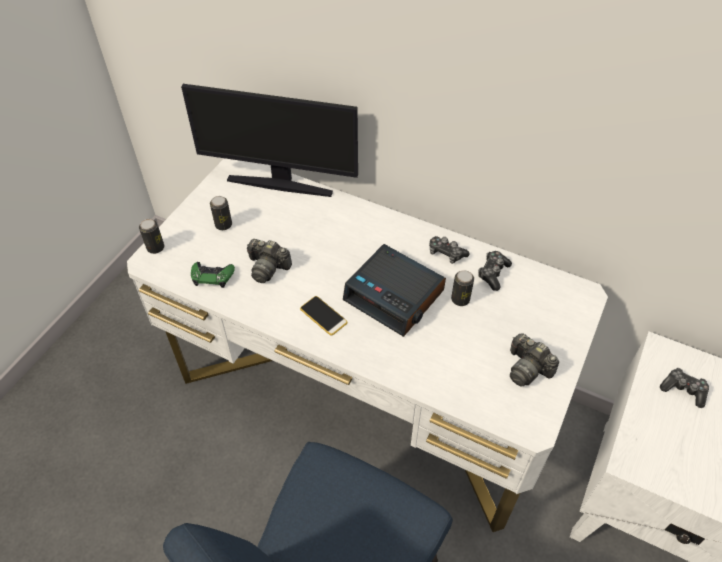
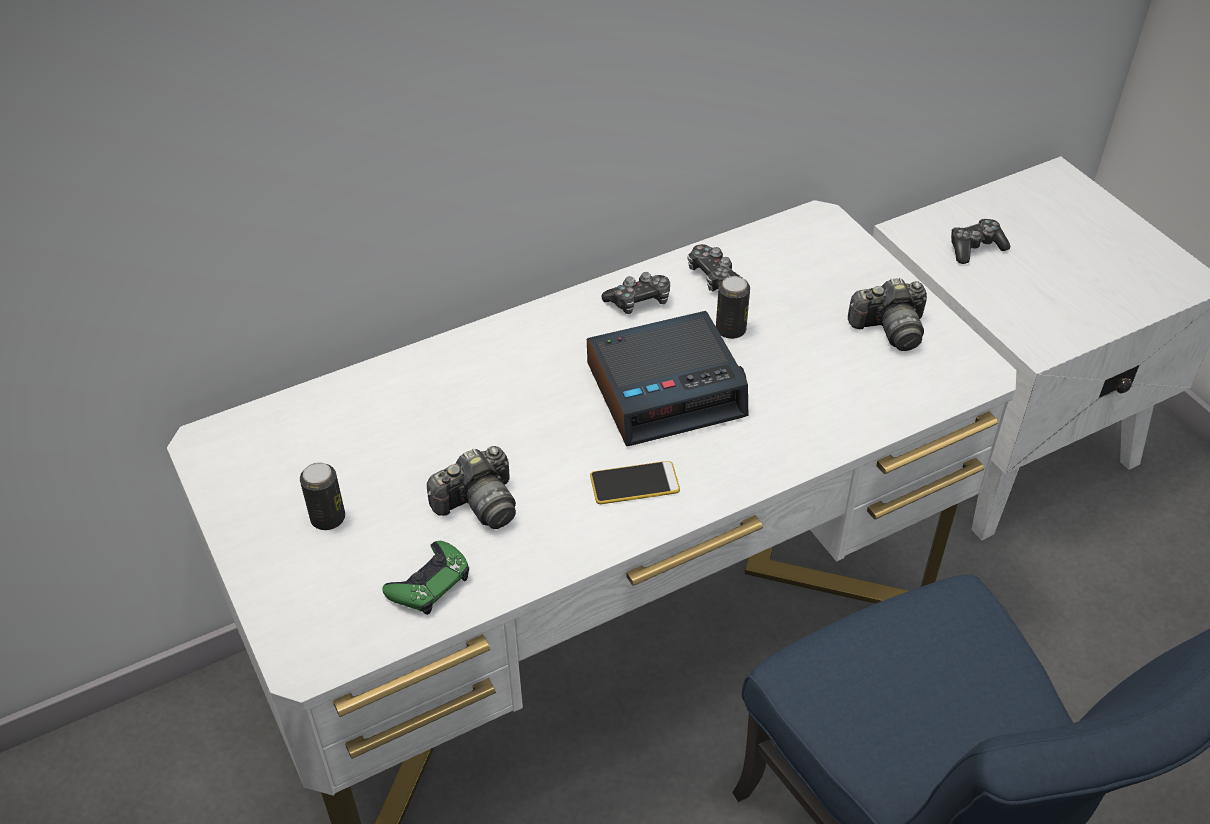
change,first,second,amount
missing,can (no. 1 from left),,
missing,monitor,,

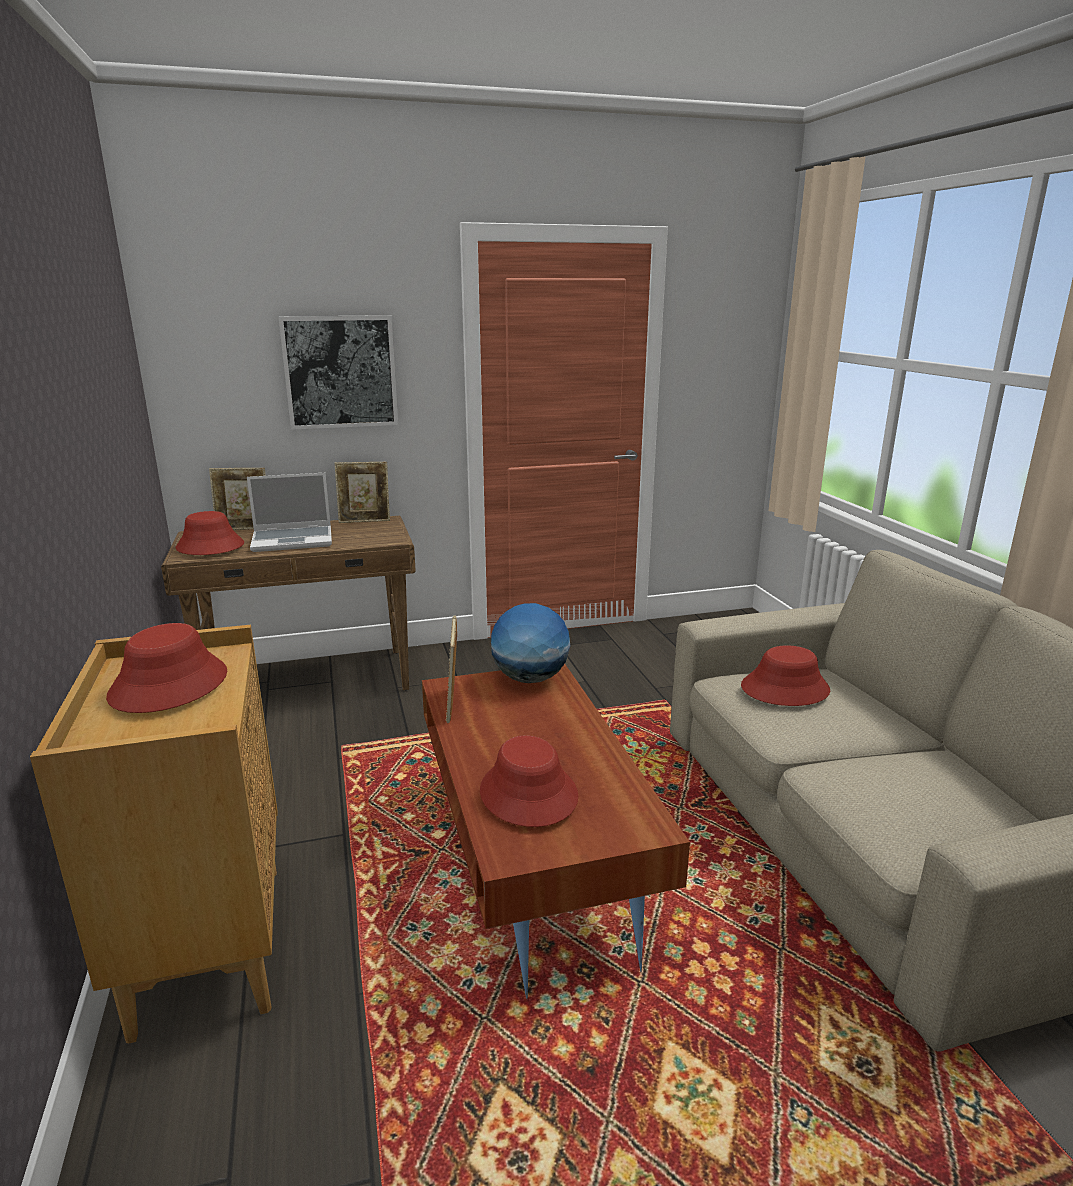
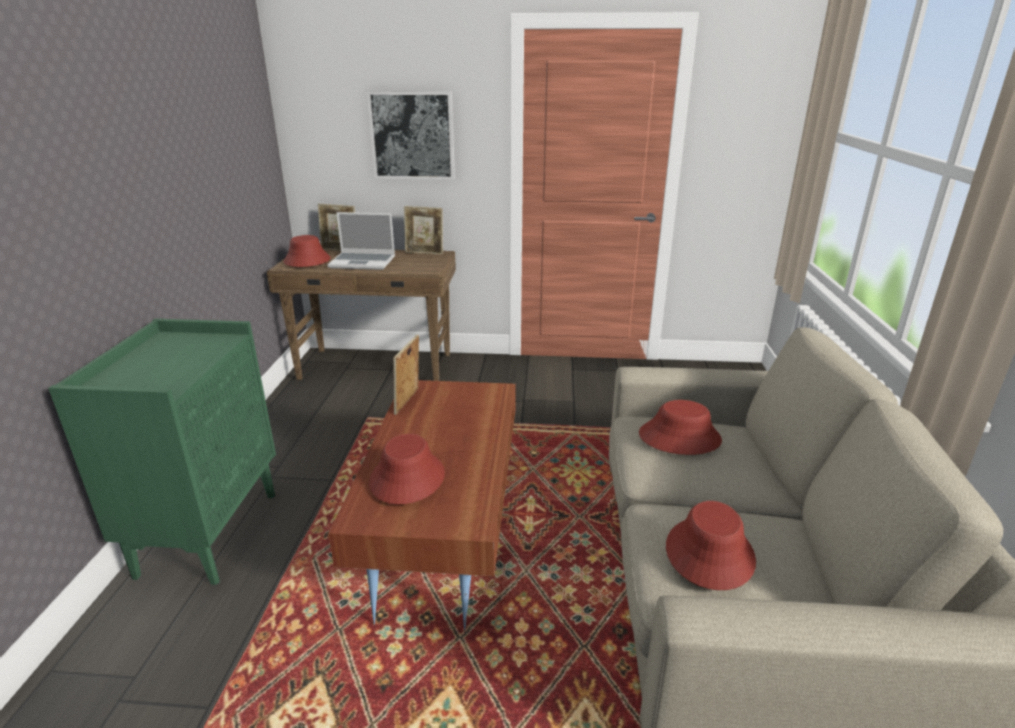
change,first,second,amount
missing,globe,,
relocated,hat (red) (no. 1 from left in the first image),hat (red) (no. 4 from left),
colour,cabinet (brown),cabinet (green),

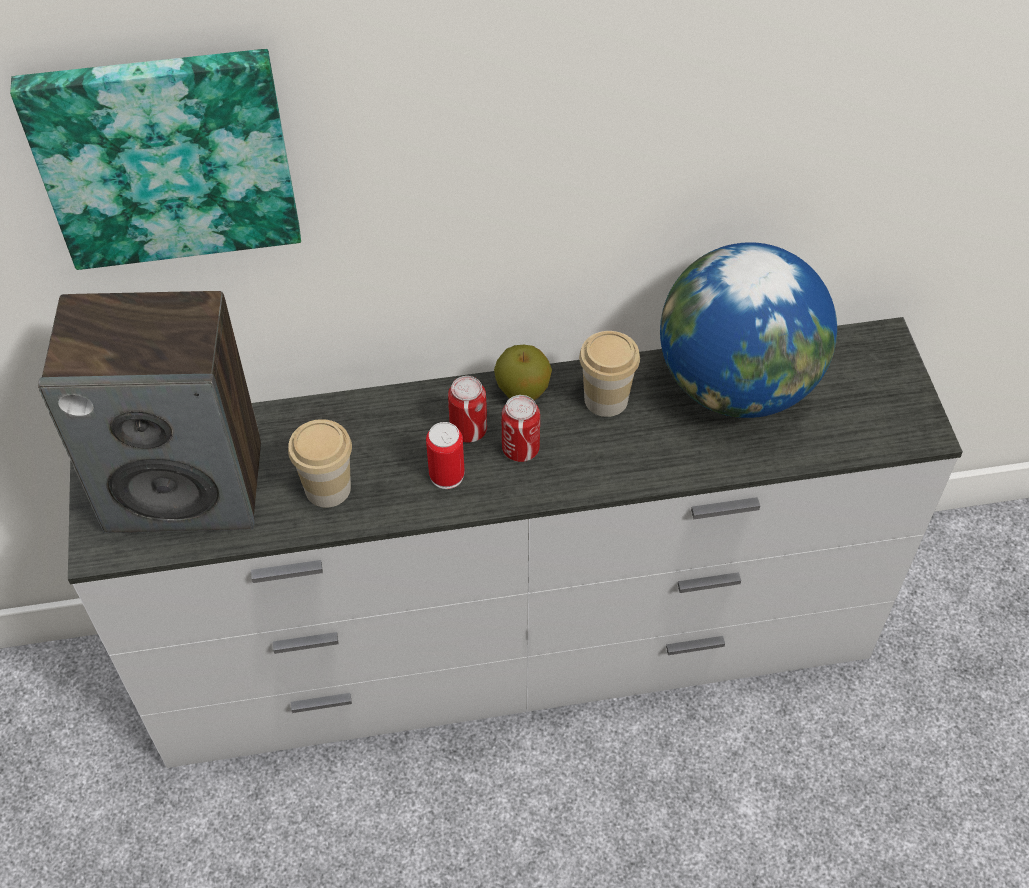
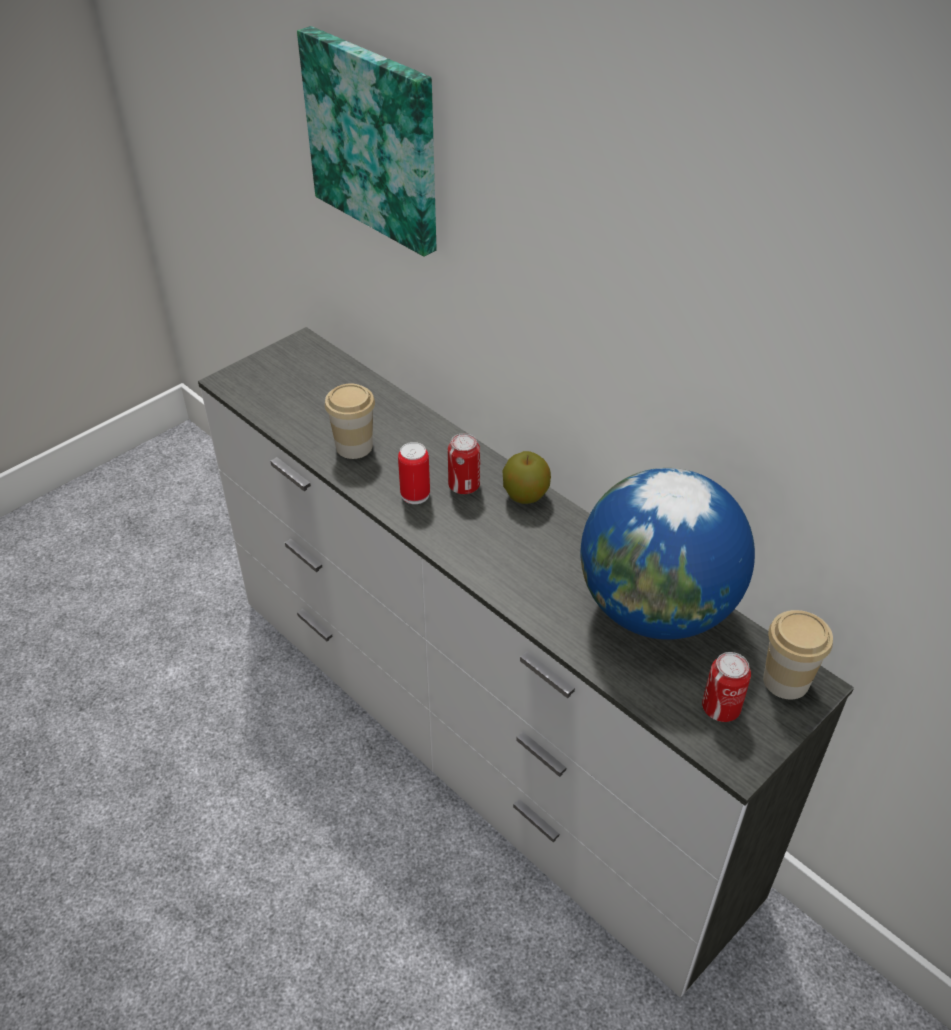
change,first,second,amount
missing,speaker,,
relocated,can (no. 3 from left),,
relocated,cup (no. 2 from left),,

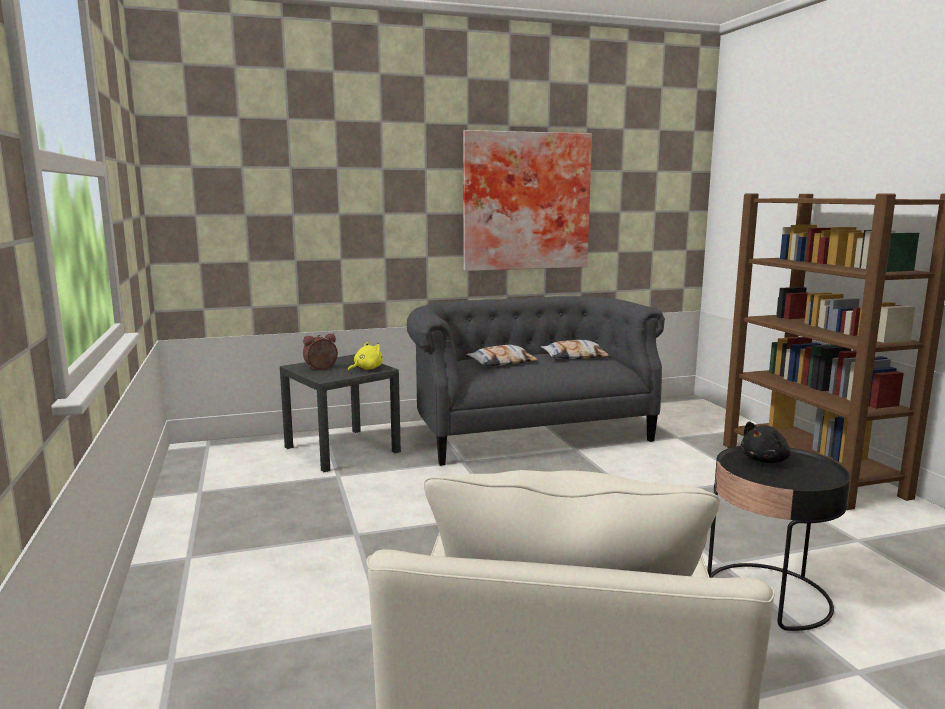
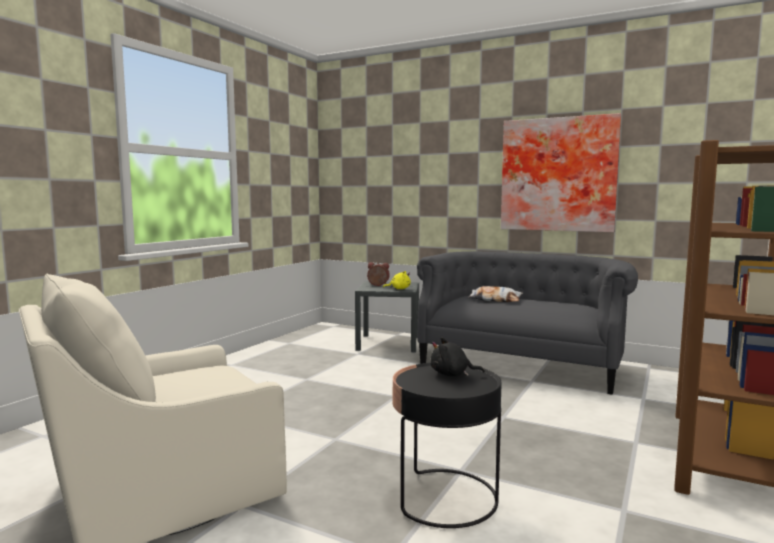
change,first,second,amount
missing,pillow (no. 2 from left),,

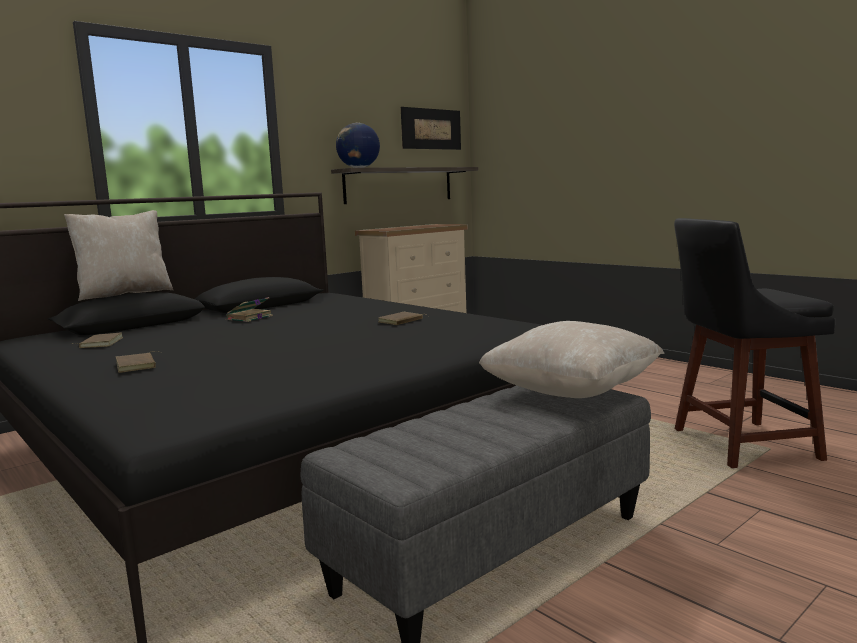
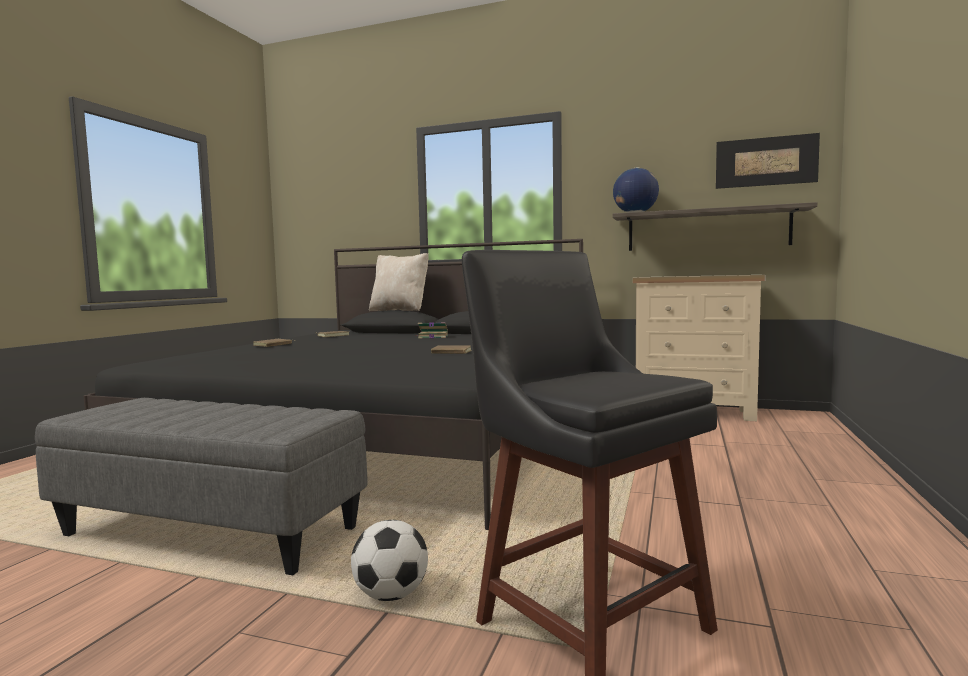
change,first,second,amount
missing,pillow (beige) (no. 2 from left),,
appeared,,football,

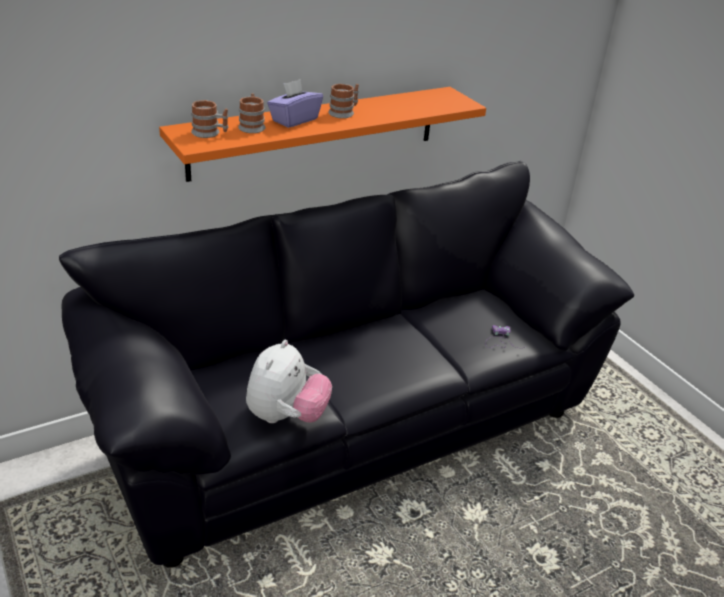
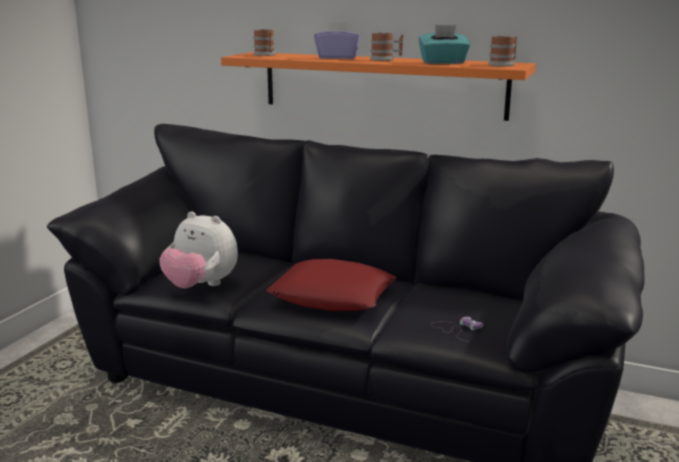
change,first,second,amount
appeared,,pillow (red),
appeared,,tissue box (turquoise),
relocated,mug (no. 2 from left in the first image),mug (no. 3 from left),
spun,plush toy,,45 degrees clockwise

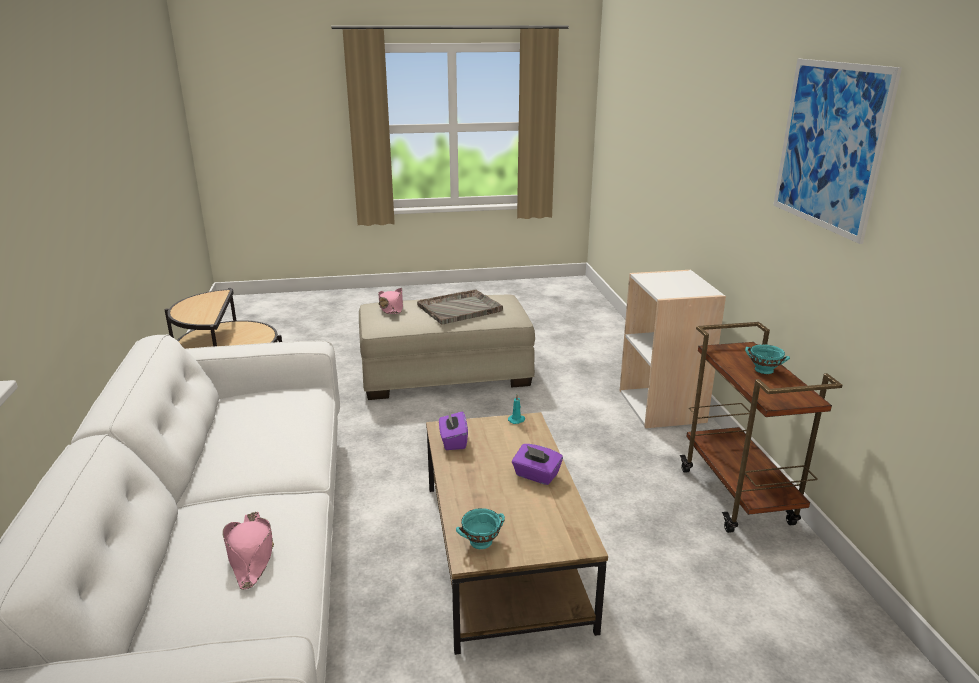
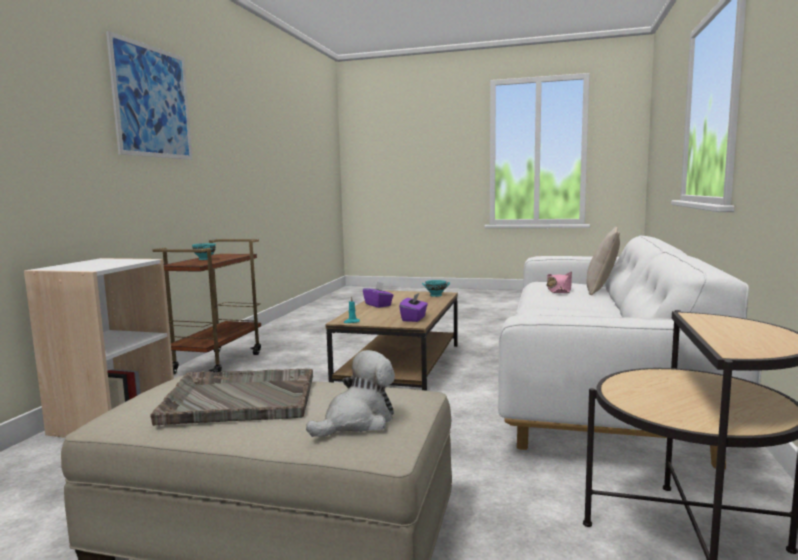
change,first,second,amount
appeared,,pillow (beige),
exchanged,hat (pink) (no. 2 from left),plush toy,

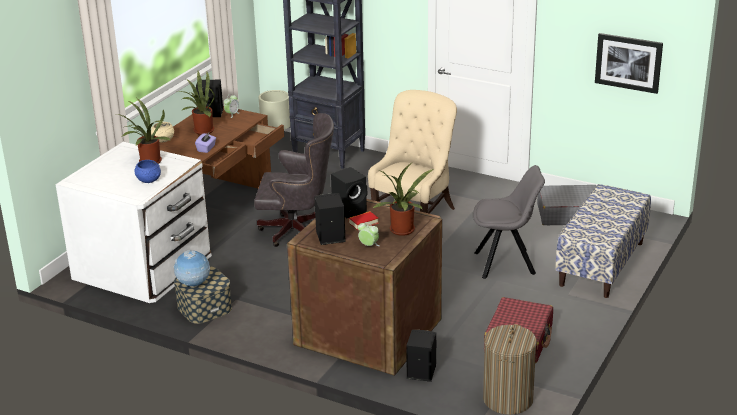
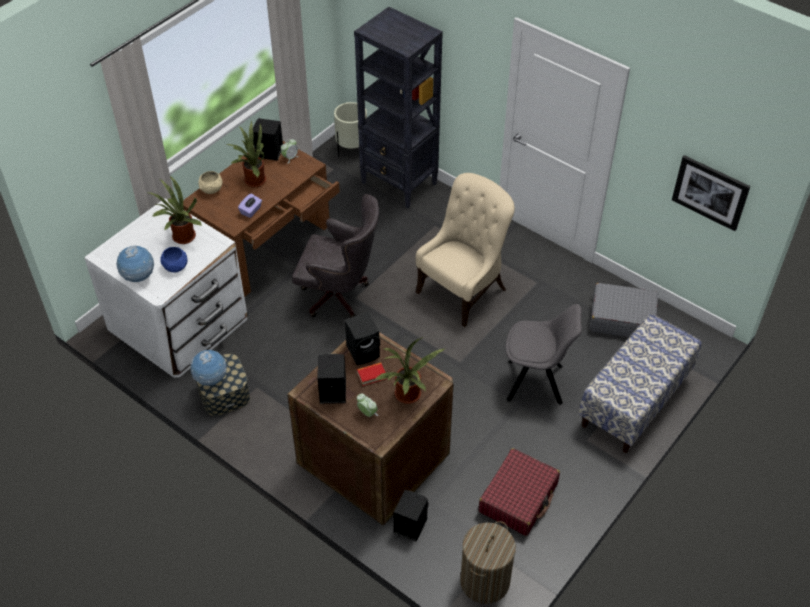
change,first,second,amount
appeared,,globe (no. 1 from left),

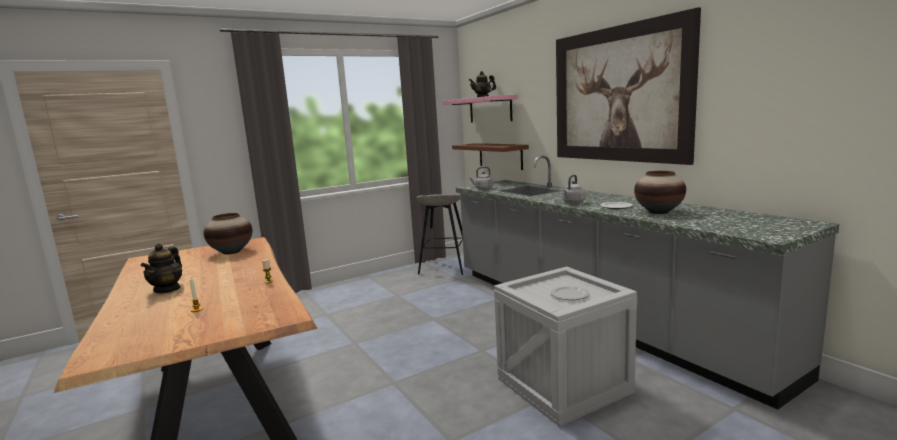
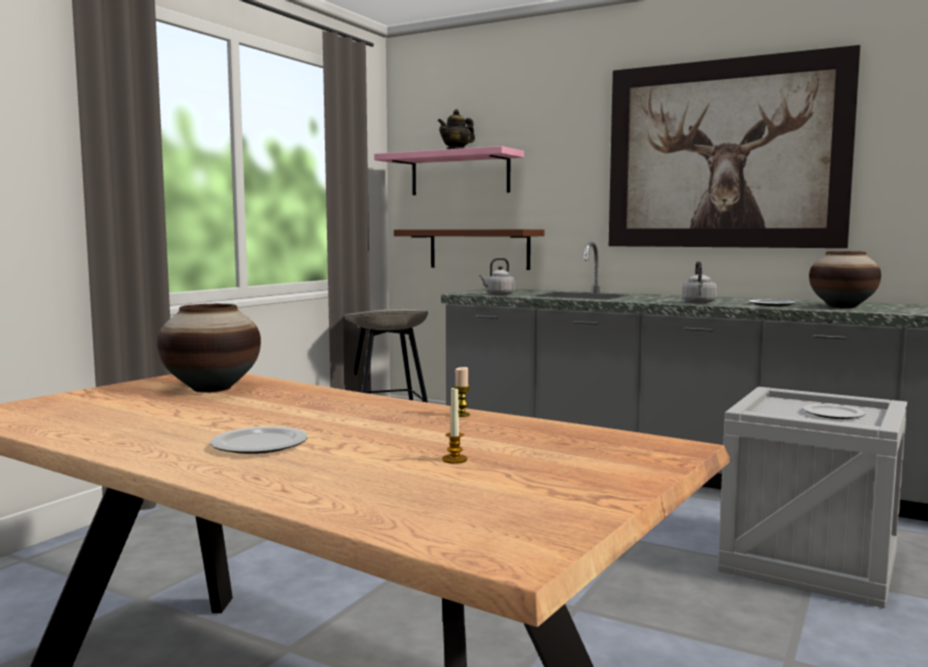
change,first,second,amount
exchanged,teapot (no. 1 from left),plate (no. 1 from left),

